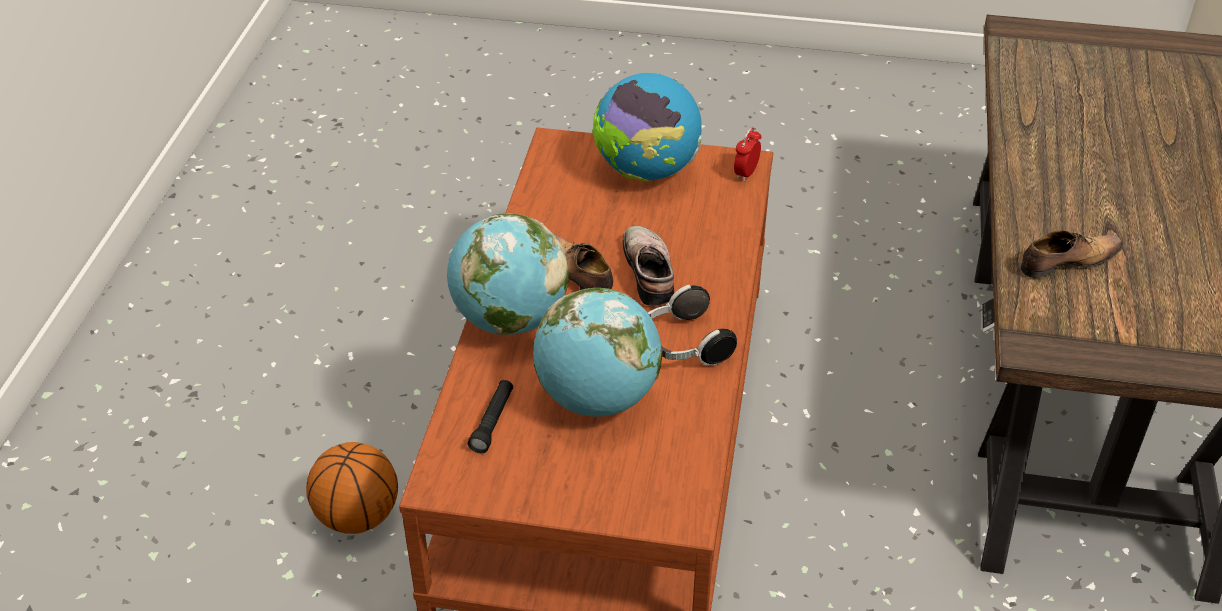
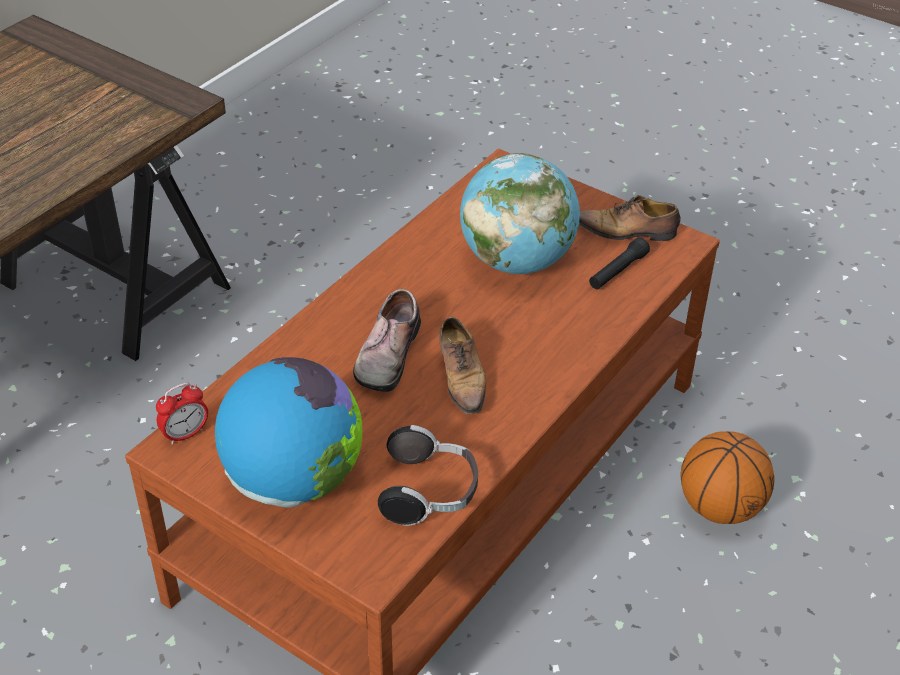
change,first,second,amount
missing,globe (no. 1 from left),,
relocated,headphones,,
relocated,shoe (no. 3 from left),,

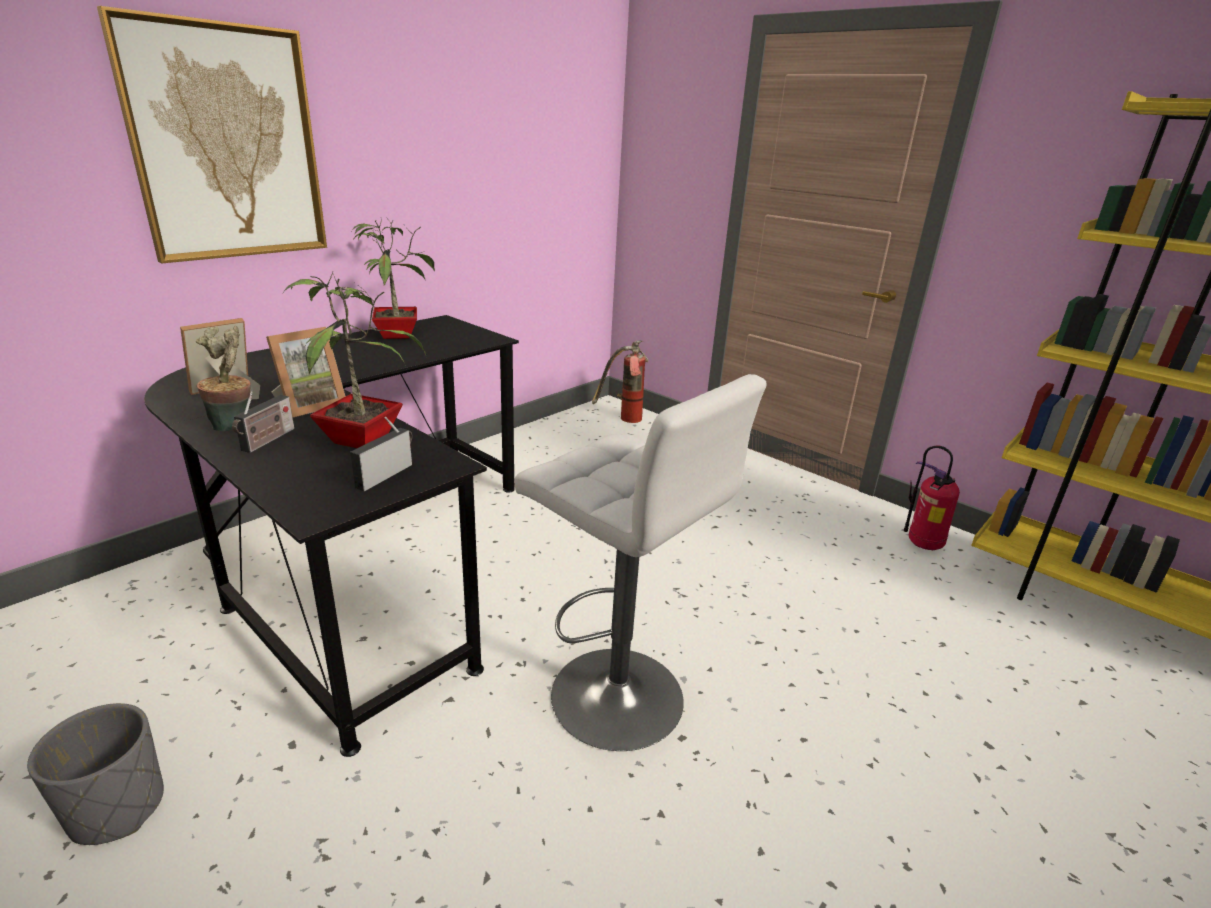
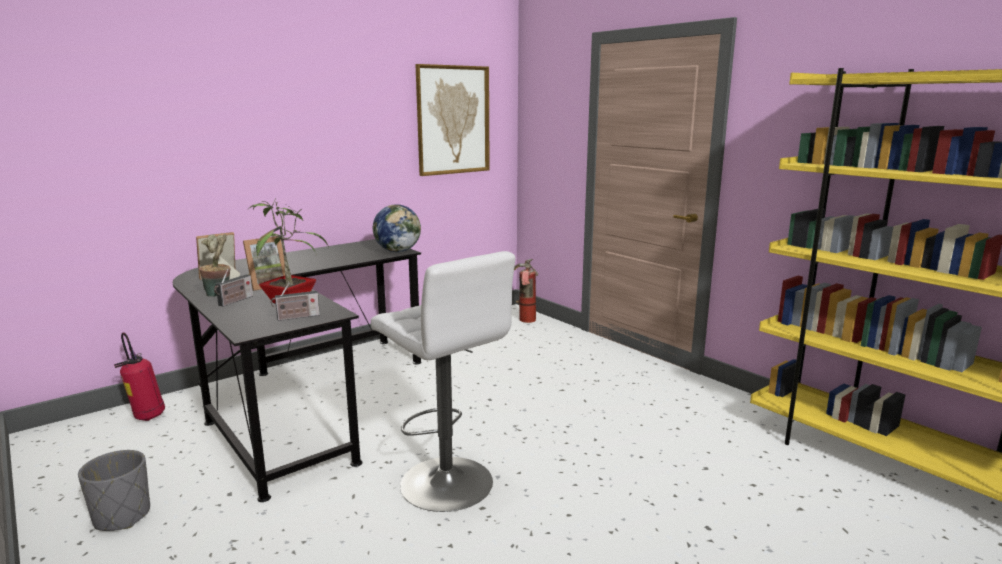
change,first,second,amount
missing,potted plant (no. 3 from left),,
appeared,,globe,
relocated,picture,,
relocated,fire extinguisher (no. 2 from left in the first image),fire extinguisher (no. 1 from left),
spun,radio (no. 2 from left),,150 degrees counterclockwise

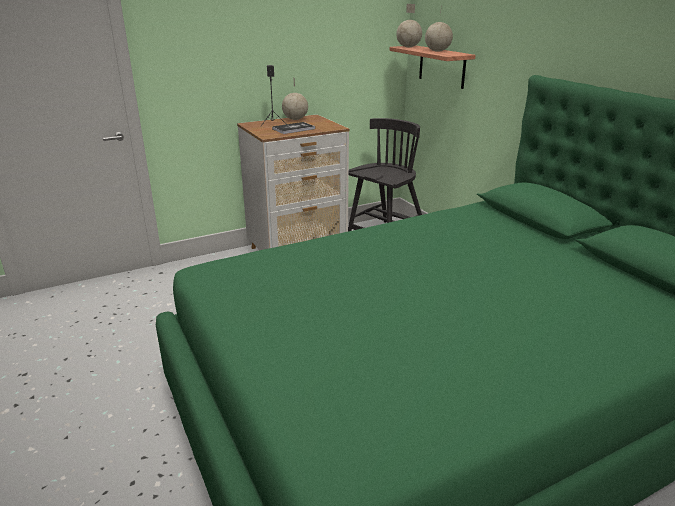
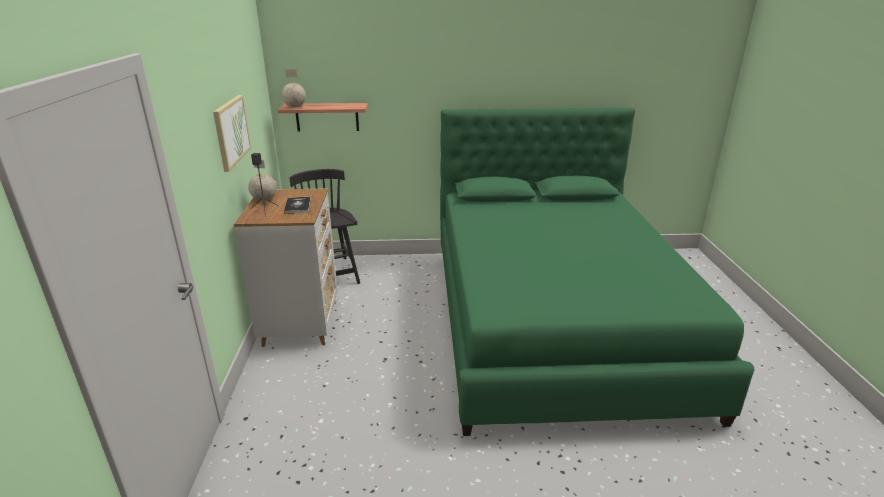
change,first,second,amount
missing,globe (no. 3 from left),,
appeared,,picture,

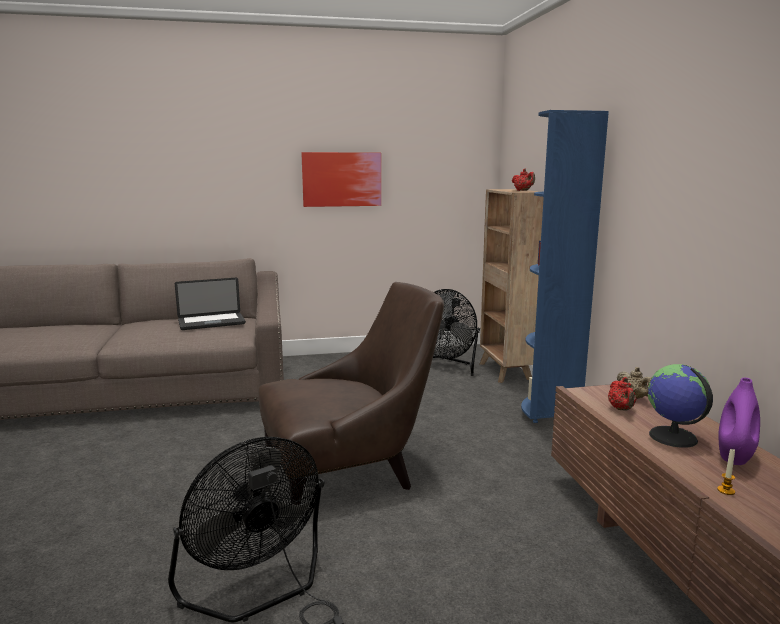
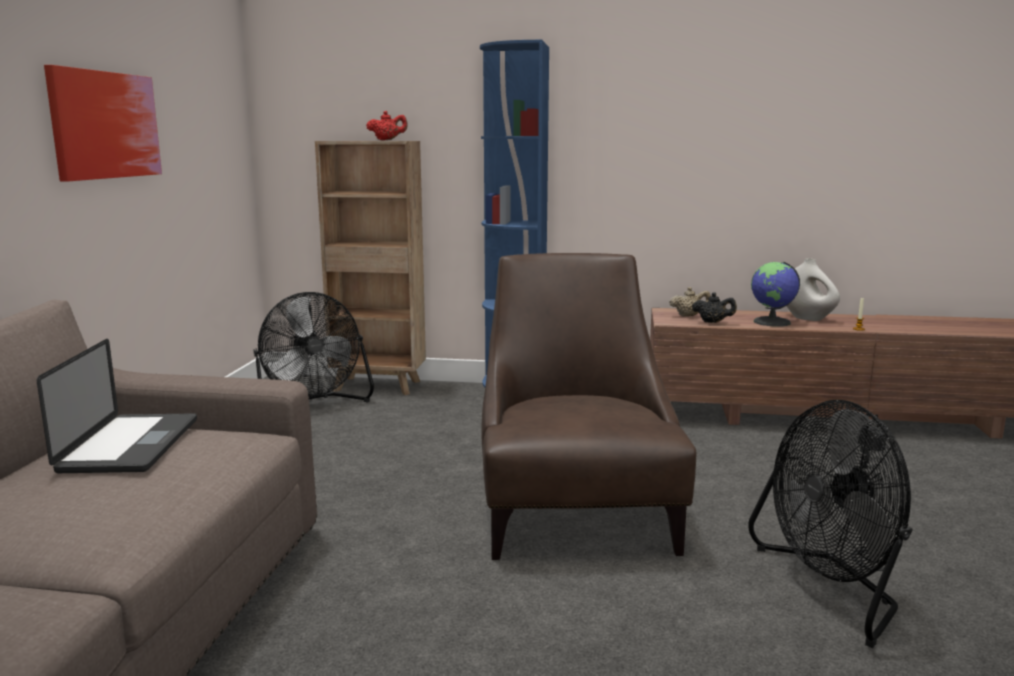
change,first,second,amount
colour,teapot (red) (no. 2 from left),teapot (black),
colour,vase (purple),vase (white),

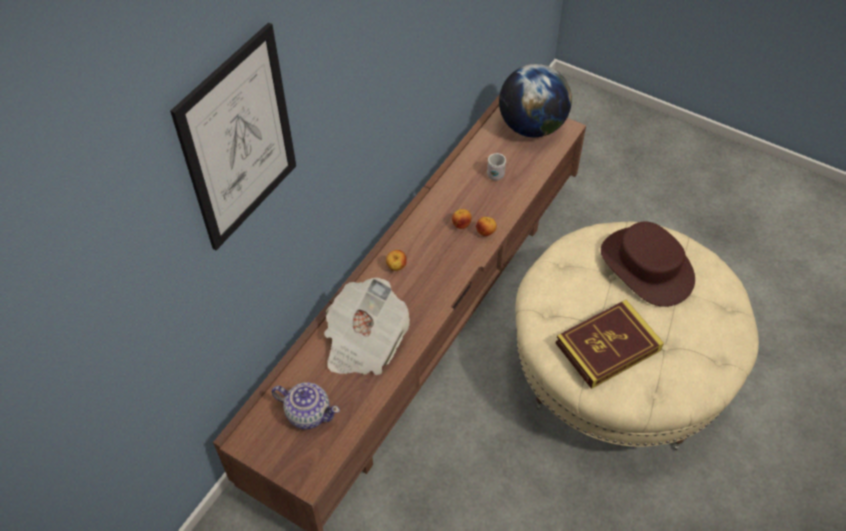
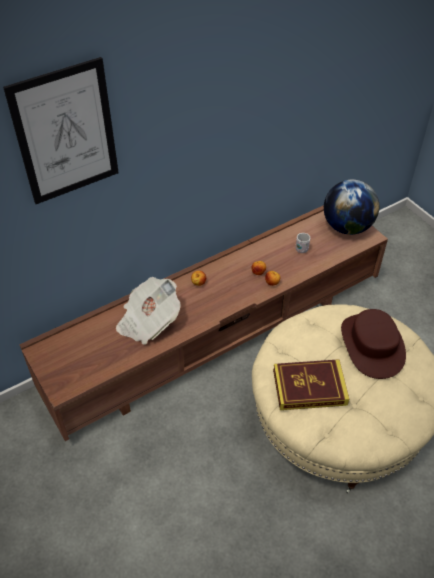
change,first,second,amount
missing,teapot,,

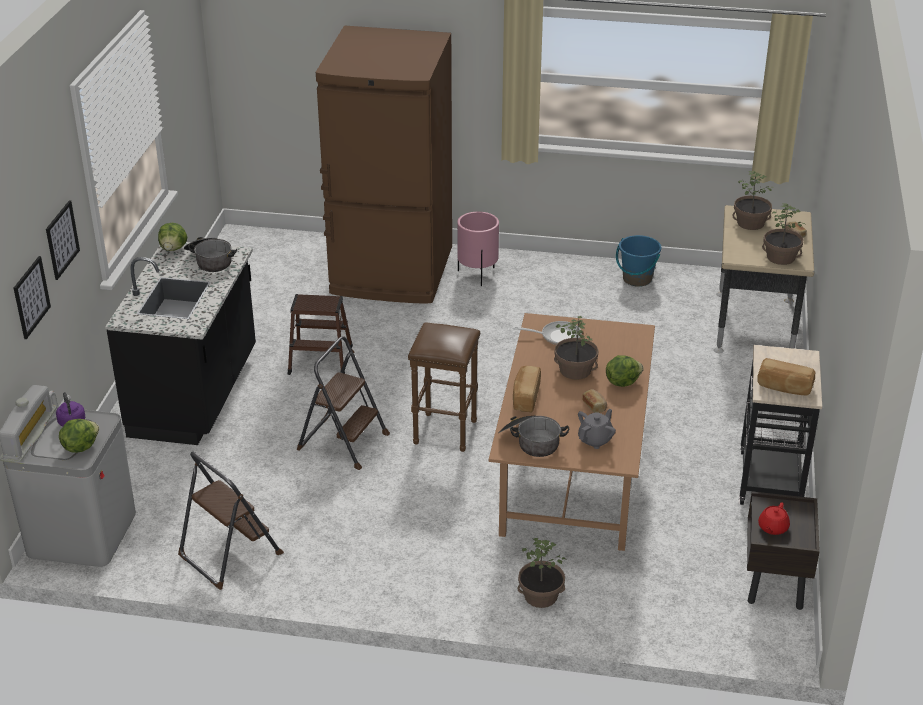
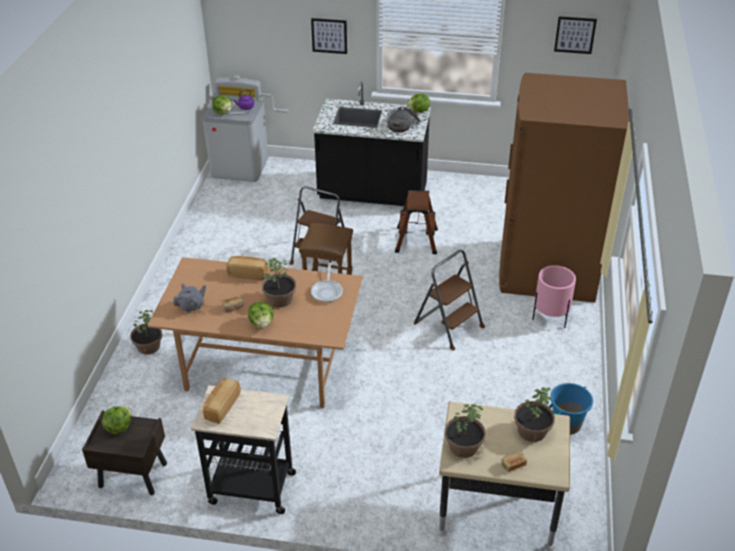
change,first,second,amount
missing,cooking pot (no. 2 from left),,
relocated,picture (no. 1 from left in the first image),picture (no. 2 from left),
relocated,step ladder (brown) (no. 1 from left in the first image),step ladder (brown) (no. 3 from left),
exchanged,teapot (red),lettuce (no. 1 from left),
spun,teapot (grey),,75 degrees counterclockwise

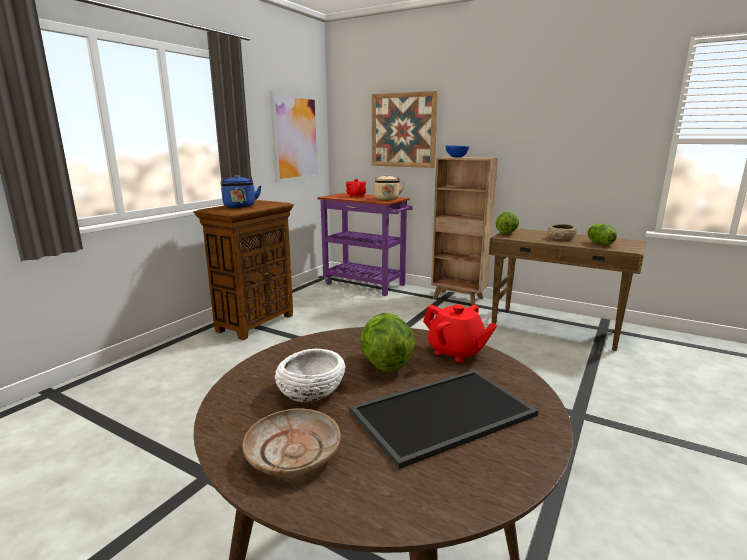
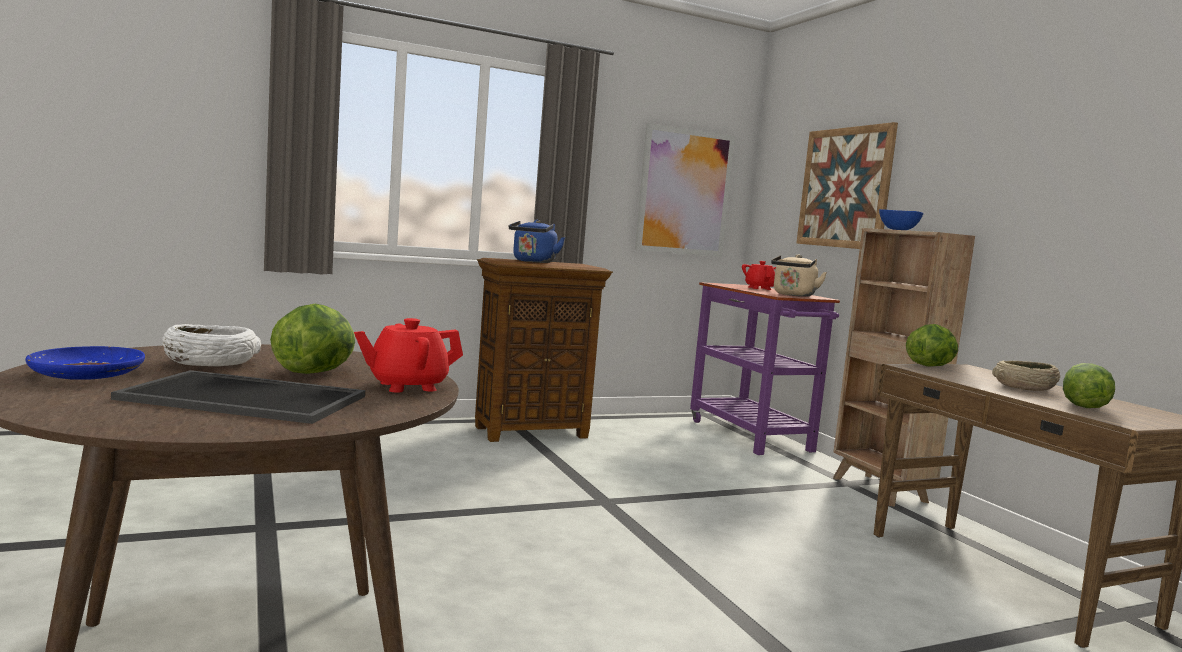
change,first,second,amount
colour,plate (beige),plate (blue),
spun,teapot (red) (no. 2 from left in the first image),teapot (red) (no. 1 from left),75 degrees clockwise

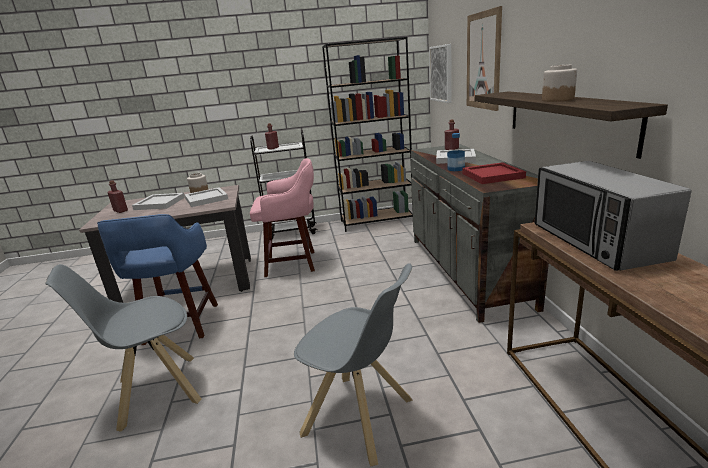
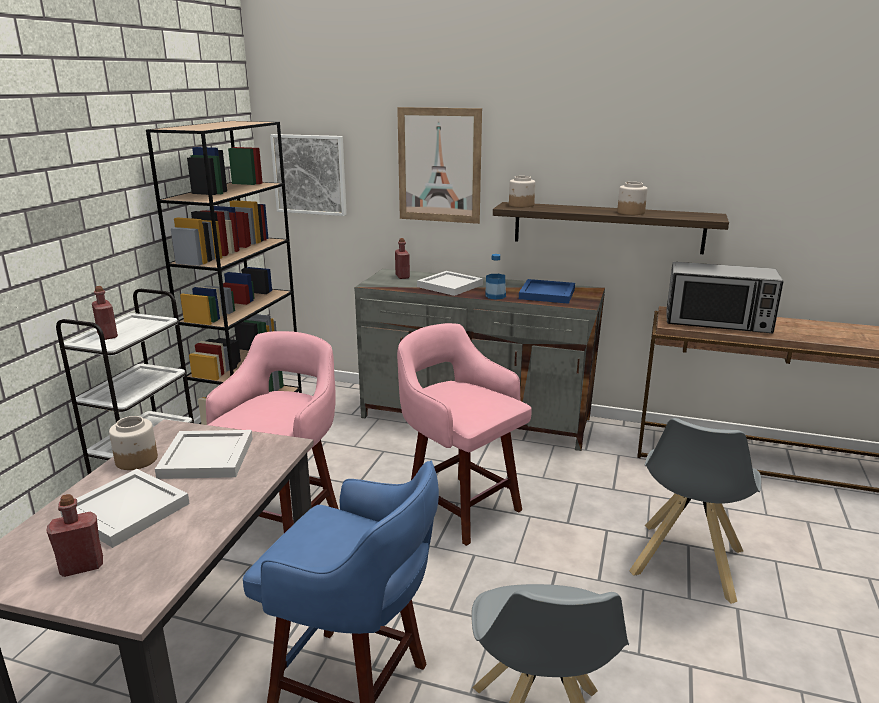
change,first,second,amount
appeared,,stool (pink) (no. 2 from left),
appeared,,jar (no. 2 from left),
colour,tray (red),tray (blue),
spun,chair (grey) (no. 2 from left),,150 degrees clockwise

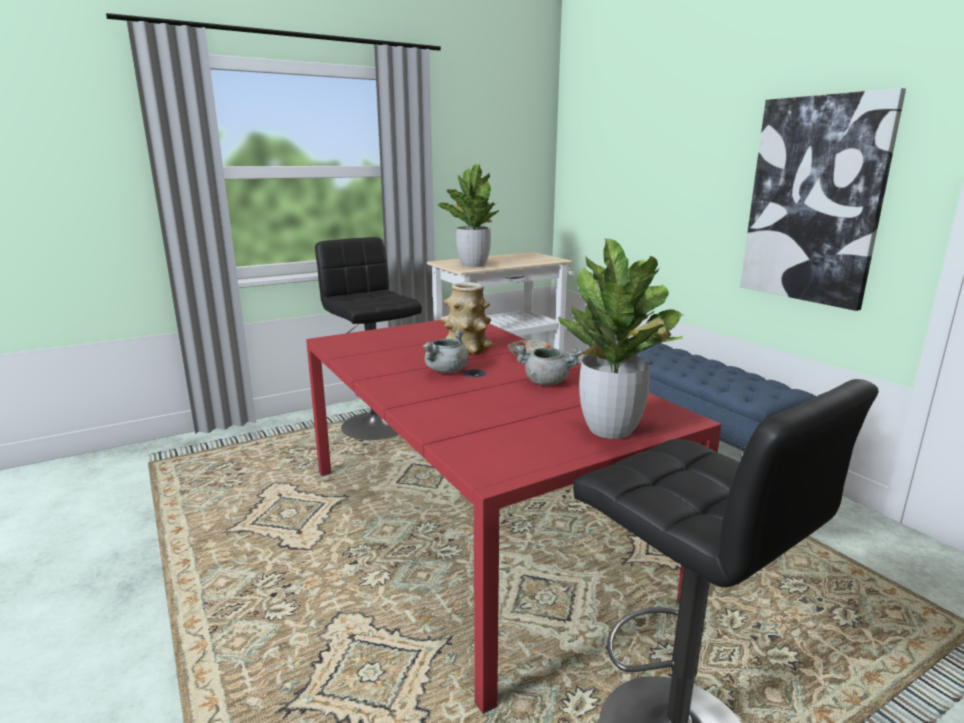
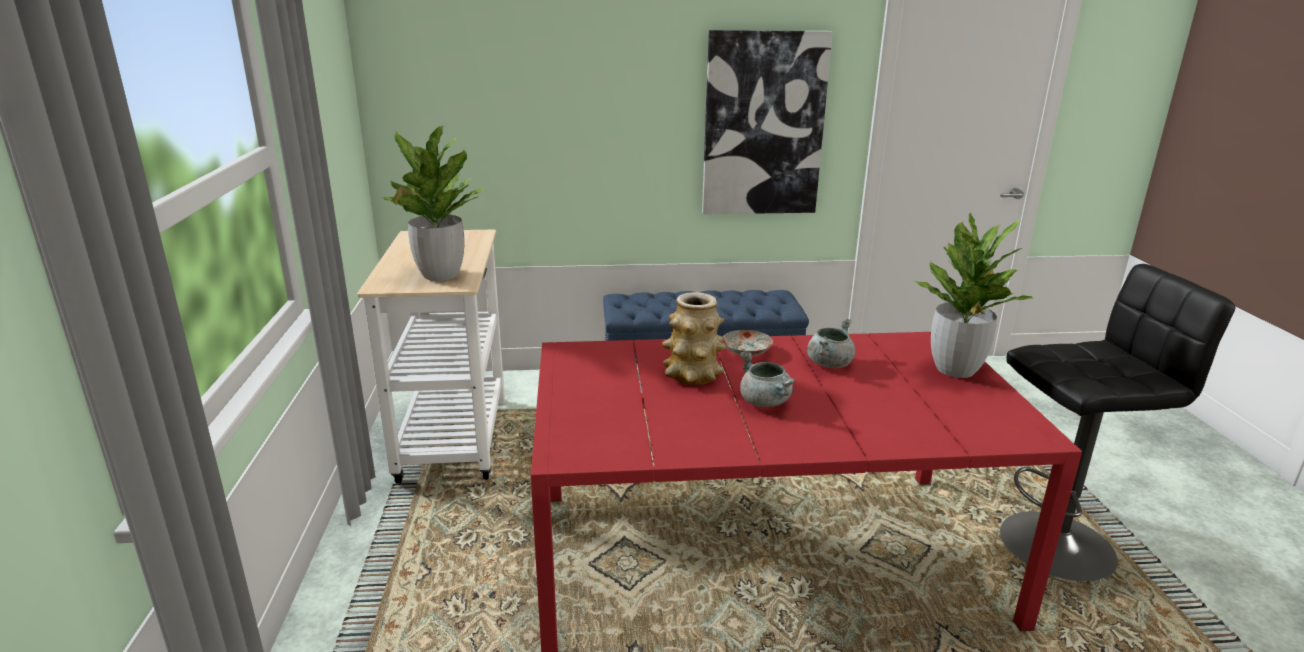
change,first,second,amount
missing,stool (black) (no. 1 from left),,

